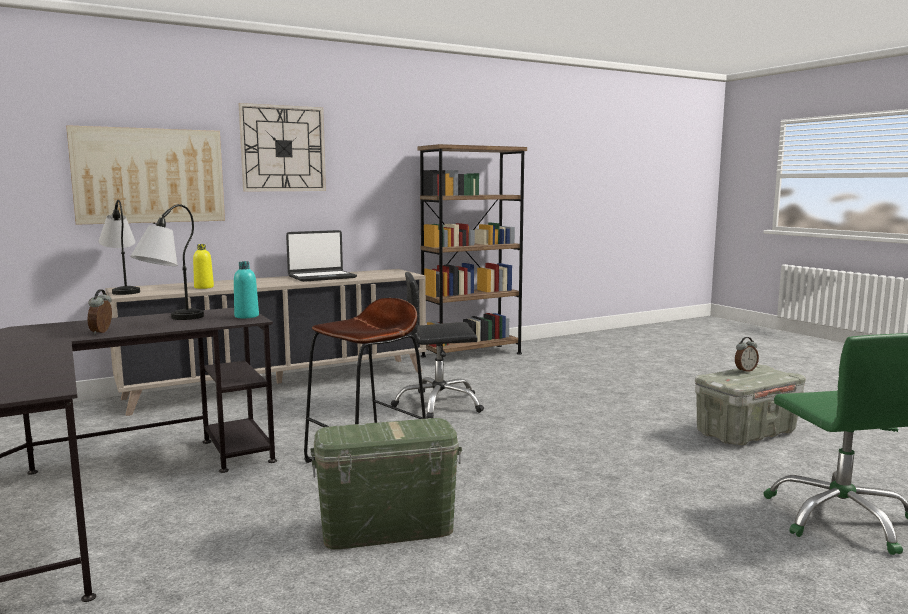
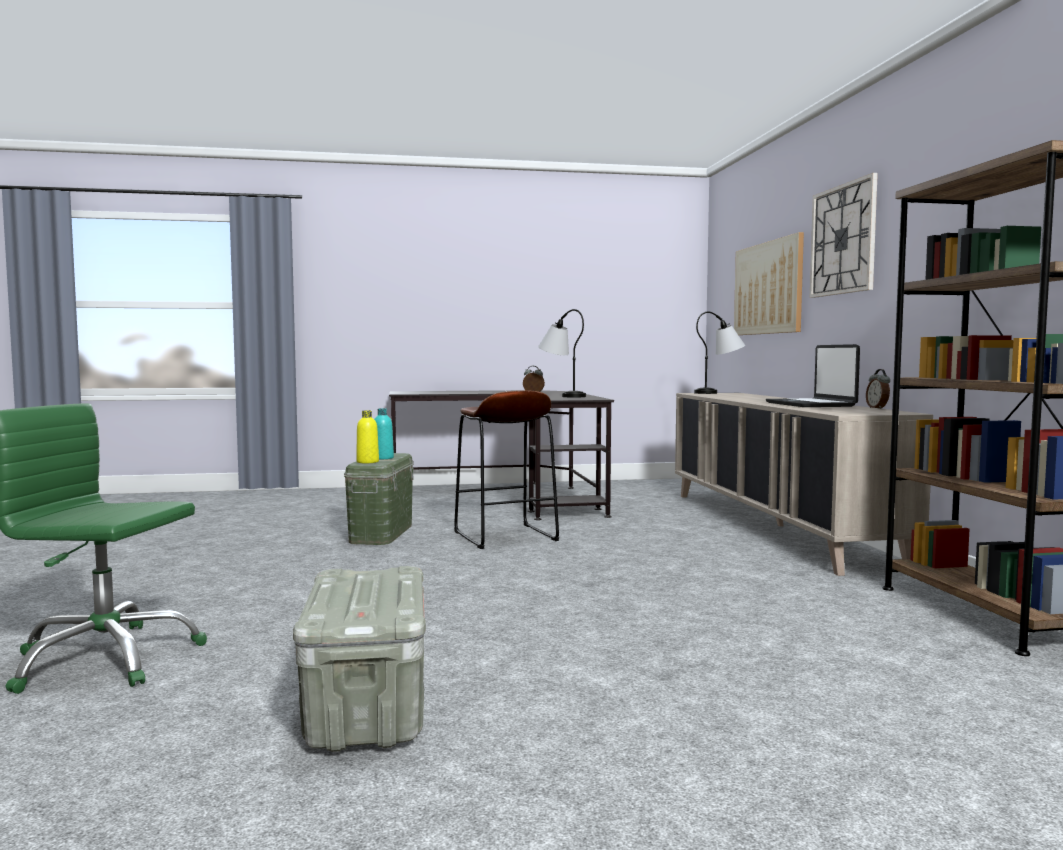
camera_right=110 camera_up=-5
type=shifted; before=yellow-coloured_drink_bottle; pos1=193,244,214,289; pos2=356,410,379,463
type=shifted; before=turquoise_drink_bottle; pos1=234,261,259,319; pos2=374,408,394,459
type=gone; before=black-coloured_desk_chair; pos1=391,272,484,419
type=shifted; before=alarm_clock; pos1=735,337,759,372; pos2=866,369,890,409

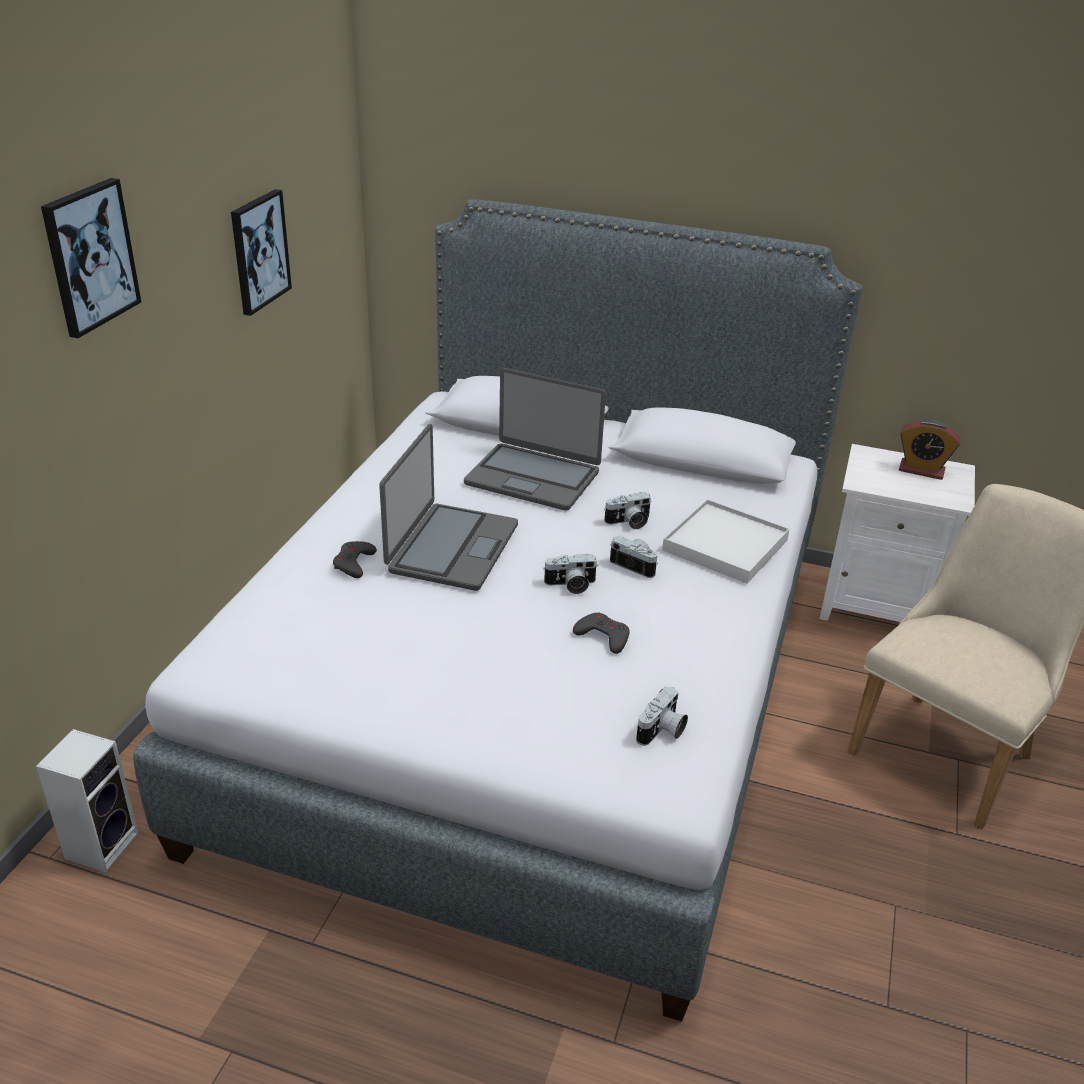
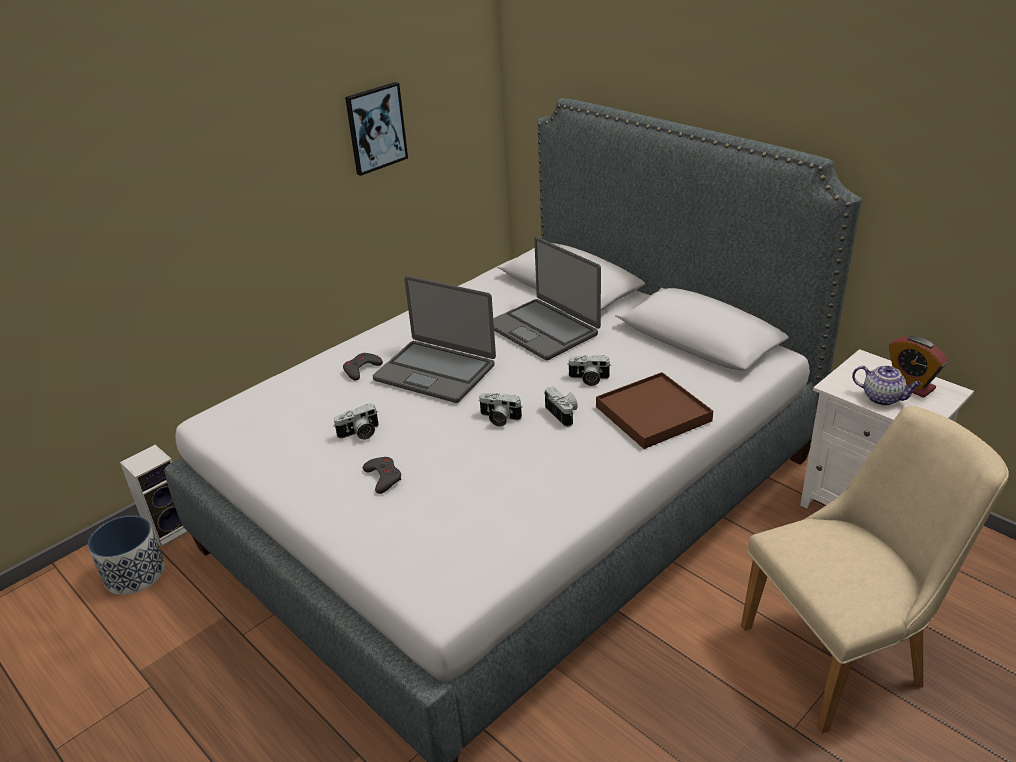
camera_right=30 camera_up=0
type=gone; before=picture; pos1=41,178,141,338
type=rotated; before=notebook_computer; pos1=379,424,518,591; pos2=373,276,496,403; turn=75
type=shifted; before=greyish_game_controller; pos1=573,612,630,654; pos2=363,457,401,494
type=shifted; before=still_camera; pos1=636,687,688,746; pos2=333,403,379,440
type=repainted; before=white_serving_tray; after=brownish_serving_tray; pos1=662,499,789,584; pos2=596,372,713,449
type=new; after=planter; pos2=88,515,165,595
type=new; after=teapot; pos2=852,366,922,406

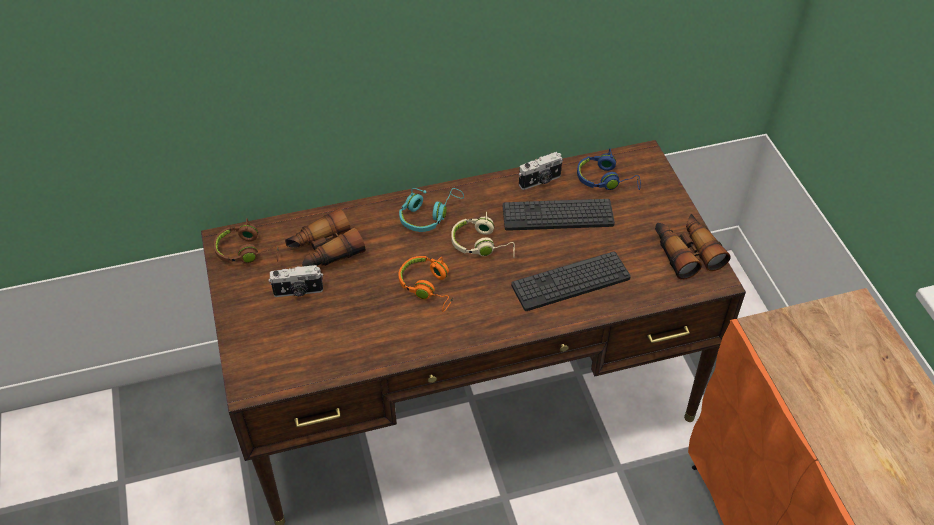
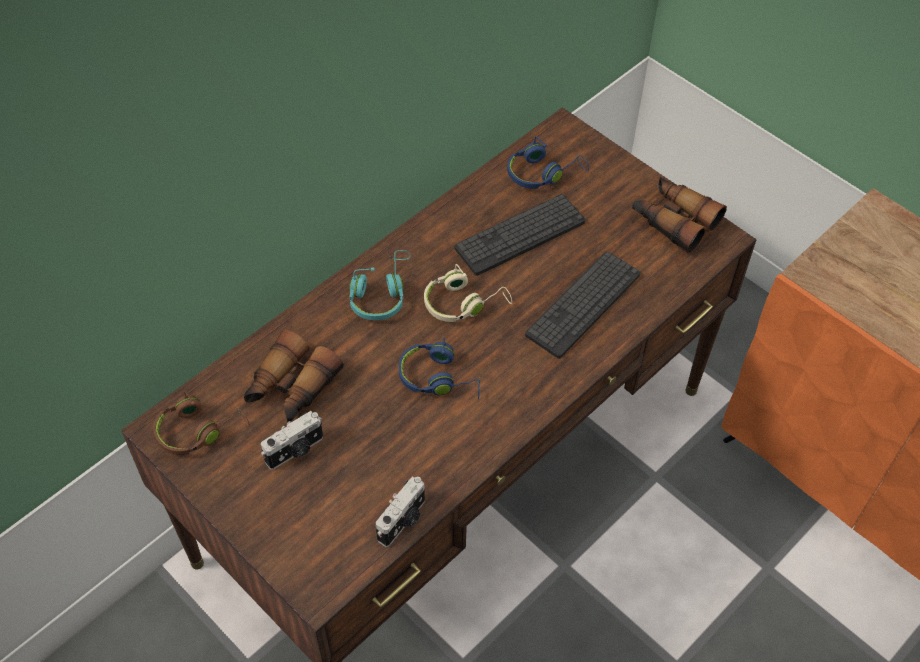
camera_right=-30 camera_up=5
type=repainted; before=orangey_pair_of_headphones; after=bluish_pair_of_headphones; pos1=399,256,453,312; pos2=399,338,480,400
type=shifted; before=still_camera; pos1=519,152,563,190; pos2=376,477,425,547

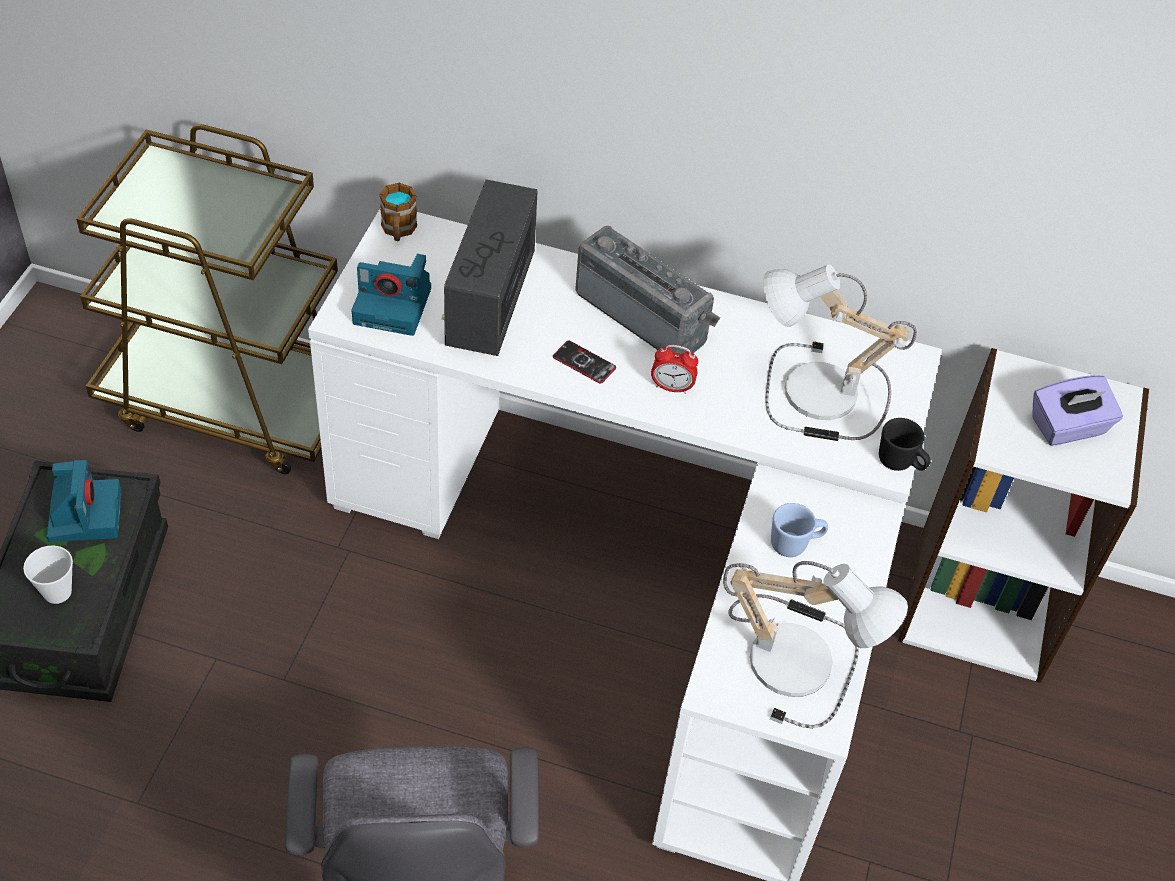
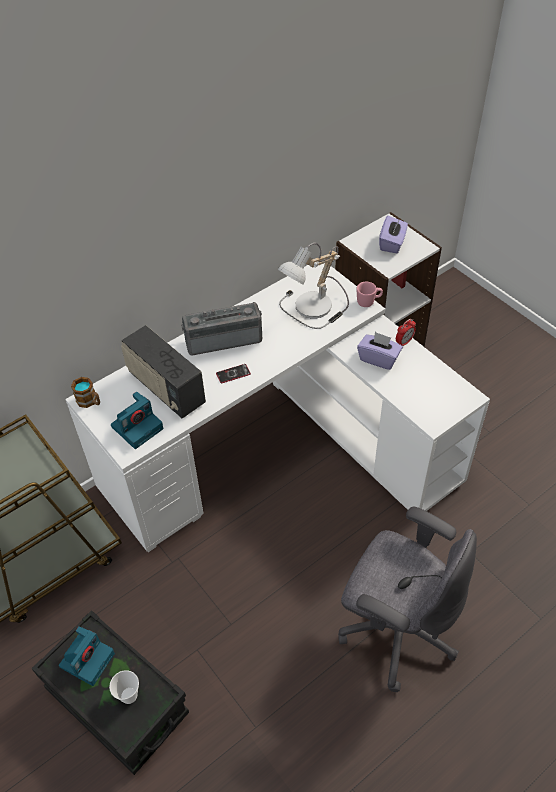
camera_right=-50 camera_up=0
type=rotated; before=still_camera; pos1=47,460,122,542; pos2=59,626,115,686; turn=90
type=shifted; before=alarm_clock; pos1=651,345,698,394; pos2=396,319,416,346
type=gone; before=table_lamp; pos1=723,561,908,729
type=swapped; before=bluish_coffee_mug; after=purplish_tissue_box; pos1=771,503,828,557; pos2=357,332,403,370
type=repainted; before=black-coloured_coffee_mug; after=pinkish_coffee_mug; pos1=879,418,931,471; pos2=356,282,383,307

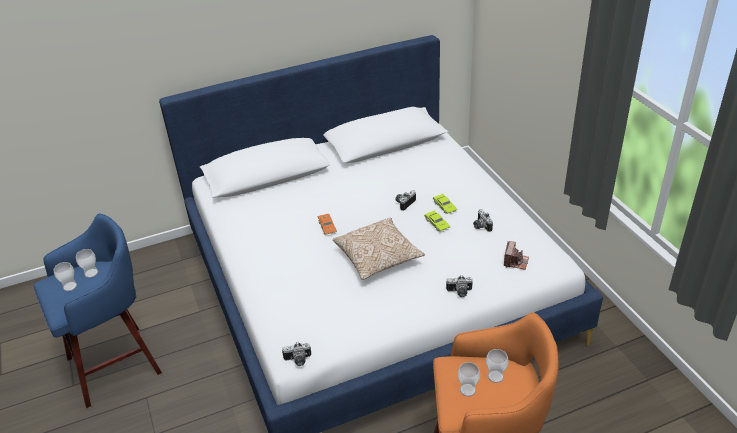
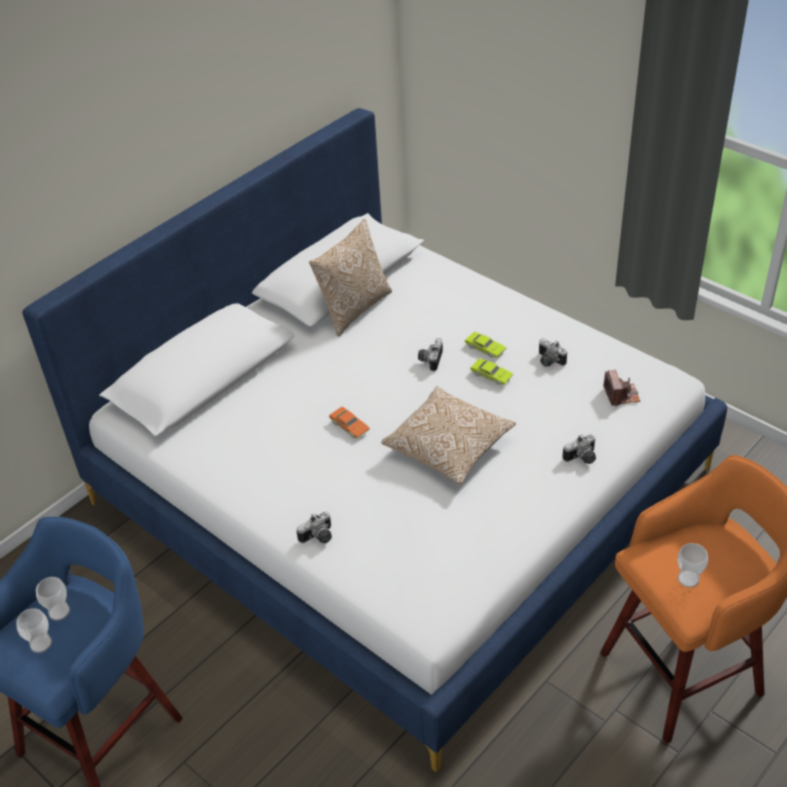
camera_right=-25 camera_up=5
type=shifted; before=still_camera; pos1=282,341,311,366; pos2=297,511,332,543
type=gone; before=cup; pos1=486,349,508,383
type=new; after=throw_pillow; pos2=309,219,392,337

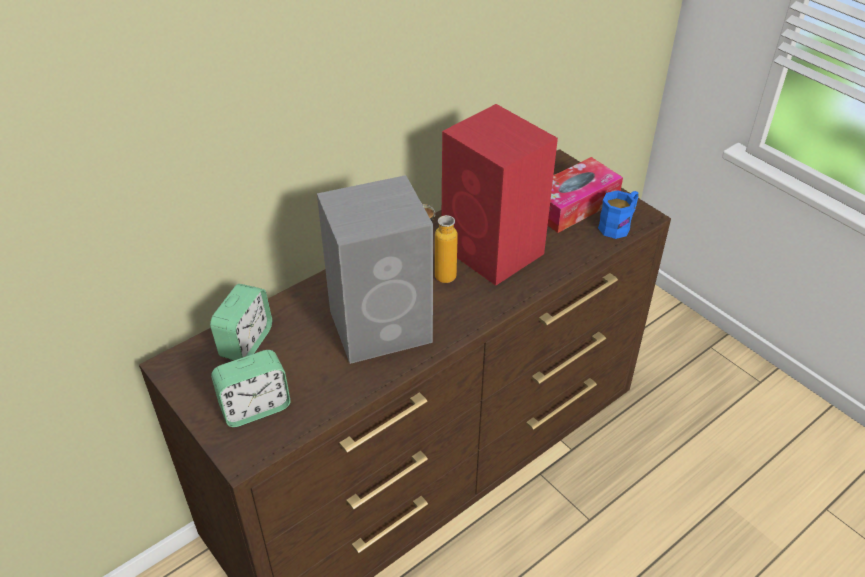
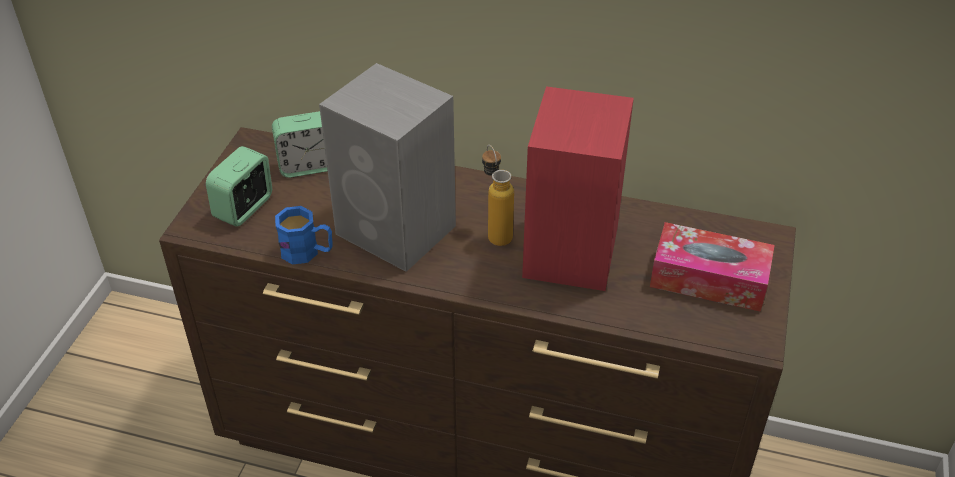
camera_right=55 camera_up=0
type=rotated; before=alarm_clock; pos1=211,350,291,427; pos2=206,146,272,227; turn=90
type=shifted; before=bluish_coffee_mug; pos1=598,190,639,239; pos2=275,206,333,265

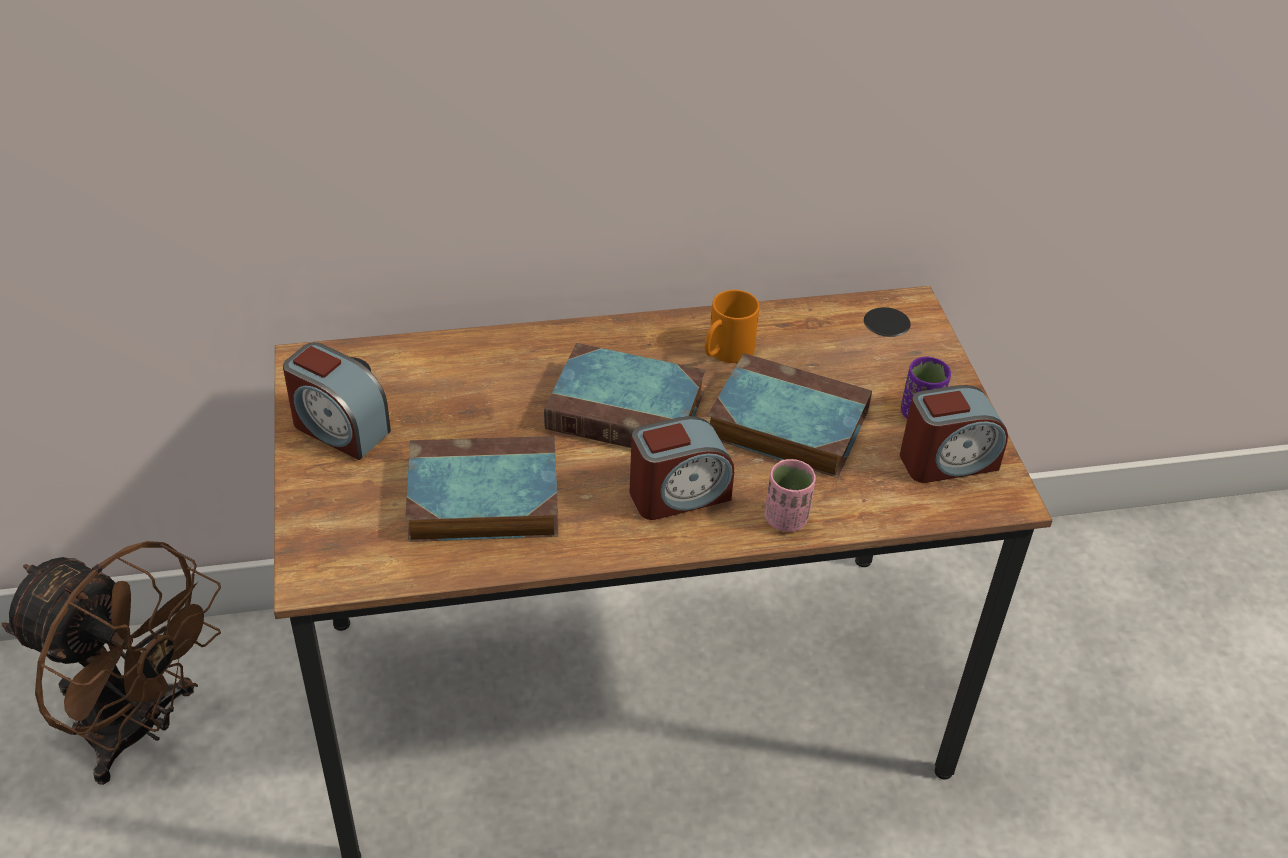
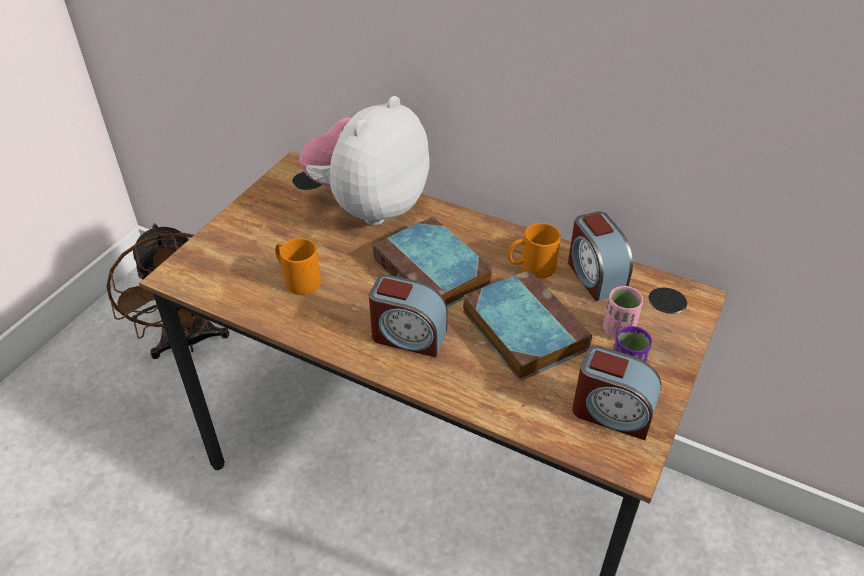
camera_right=40 camera_up=0
type=shifted; before=alarm_clock; pos1=283,342,391,460; pos2=568,211,633,301
type=swapped; before=book; after=orangey_coffee_mug; pos1=405,436,558,542; pos2=275,238,321,295
type=shifted; before=pinkish_cup; pos1=765,459,816,532; pos2=603,286,643,338
type=new; after=plush_toy; pos2=299,96,430,225

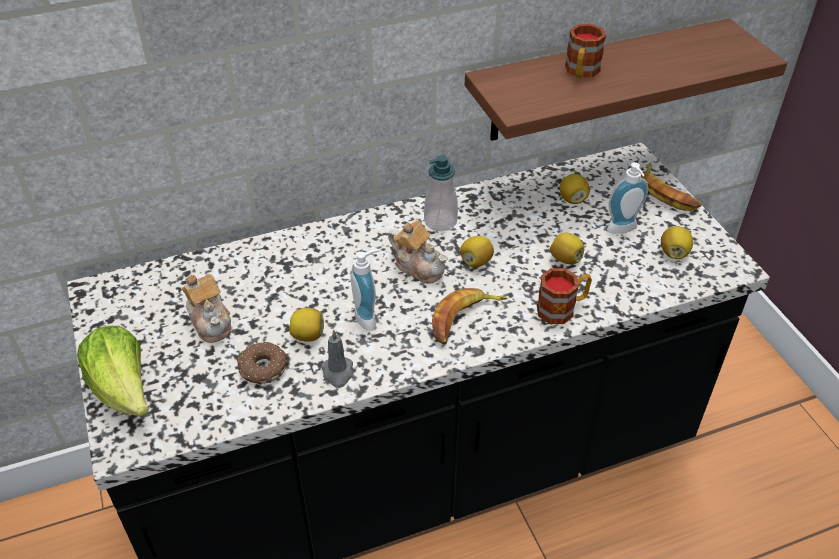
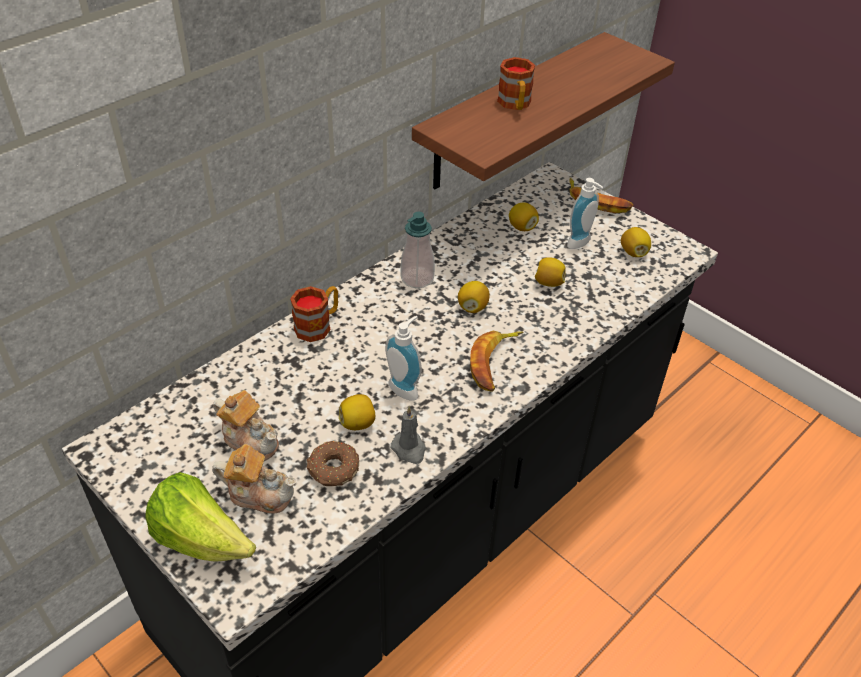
camera_right=-25 camera_up=0
type=shifted; before=teapot; pos1=388,220,448,283; pos2=212,444,296,514
type=shifted; before=coffee_mug; pos1=537,268,592,324; pos2=290,286,338,342

